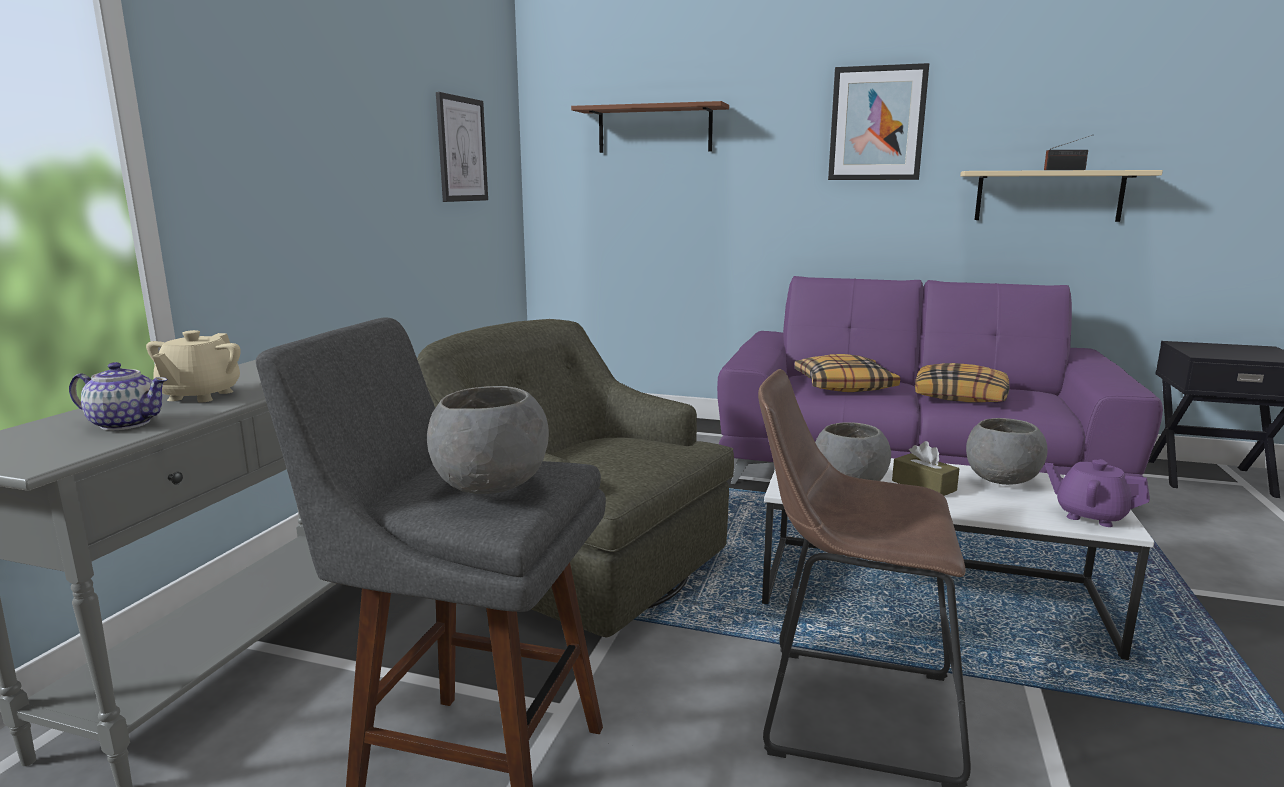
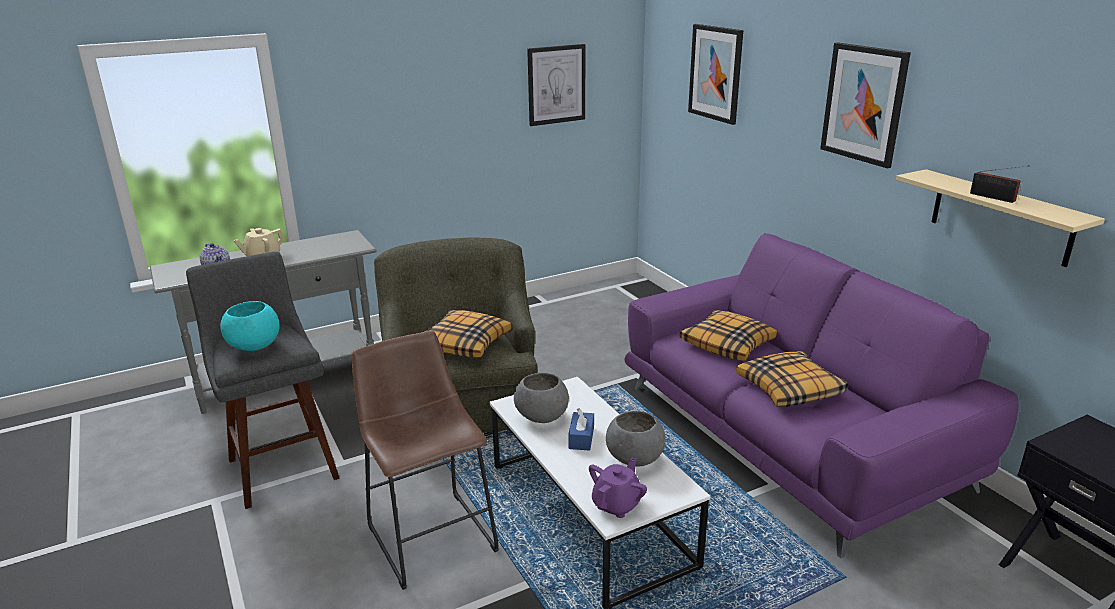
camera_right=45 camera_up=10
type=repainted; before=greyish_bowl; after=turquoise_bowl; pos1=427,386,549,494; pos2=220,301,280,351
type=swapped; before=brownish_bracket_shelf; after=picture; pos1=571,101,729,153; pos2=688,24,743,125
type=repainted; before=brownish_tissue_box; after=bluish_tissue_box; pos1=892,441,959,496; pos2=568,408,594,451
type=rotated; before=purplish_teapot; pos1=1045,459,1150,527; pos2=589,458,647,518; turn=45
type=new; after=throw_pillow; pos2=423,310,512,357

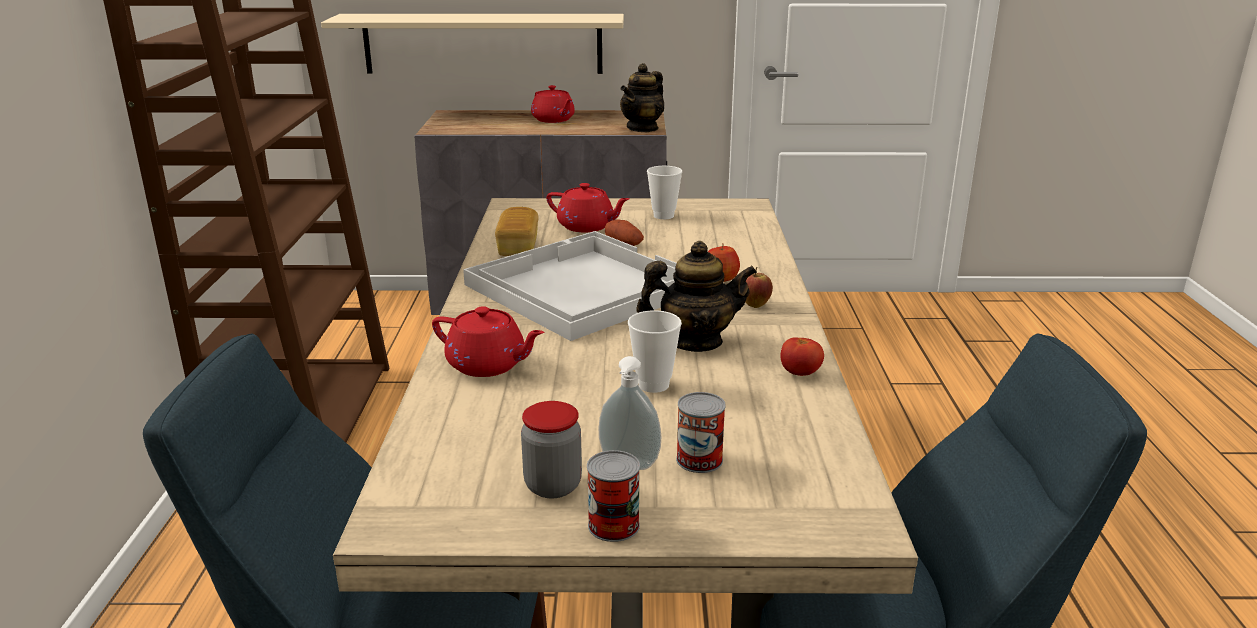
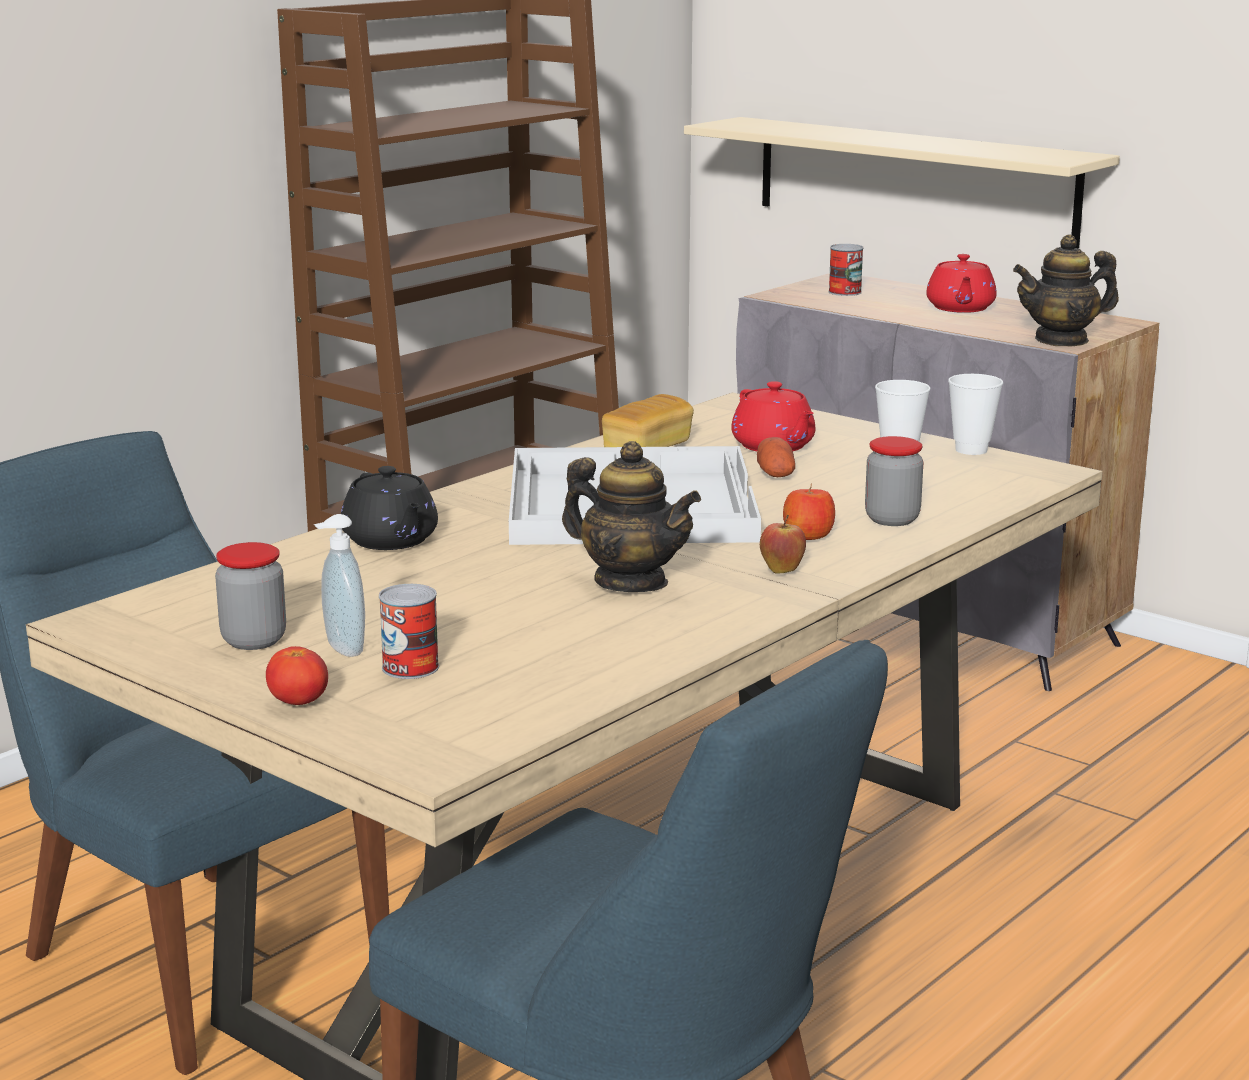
camera_right=40 camera_up=-5
type=repainted; before=red-coloured_teapot; after=black-coloured_teapot; pos1=432,306,544,377; pos2=341,466,438,550
type=shifted; before=metal_can; pos1=587,450,640,542; pos2=828,244,864,296
type=shifted; before=cup; pos1=628,310,682,393; pos2=948,374,1003,455
type=shifted; before=fresh_tomato; pos1=780,337,824,376; pos2=266,646,328,705
type=new; after=storage_jar; pos2=865,436,924,526

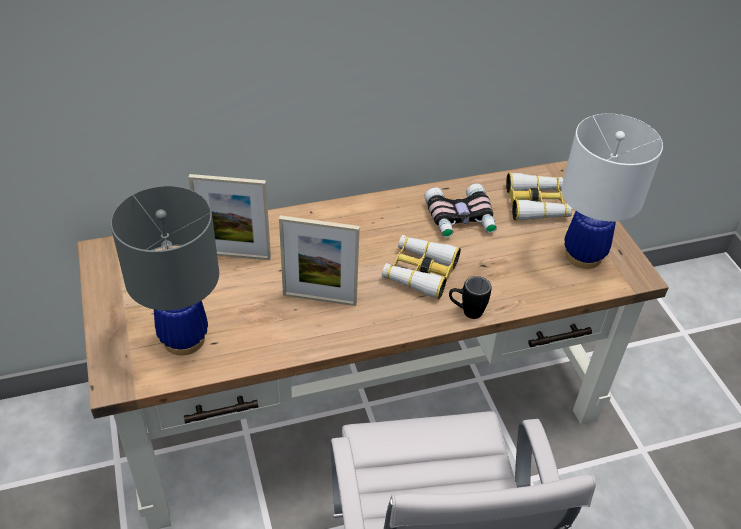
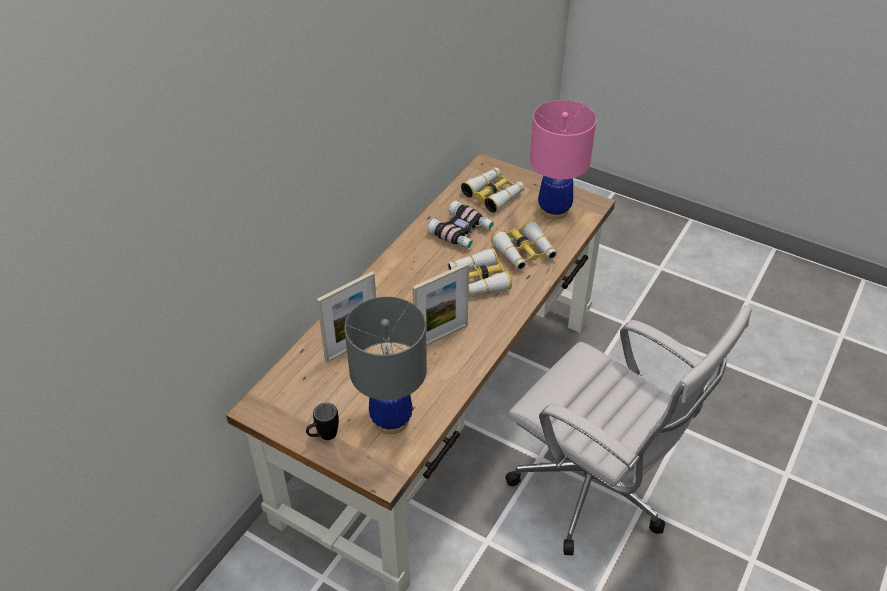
camera_right=-40 camera_up=0
type=shifted; before=black-coloured_coffee_mug; pos1=449,276,492,319; pos2=306,403,339,440
type=repainted; before=white_table_lamp; after=pinkish_table_lamp; pos1=561,113,663,269; pos2=530,100,596,219
type=new; after=field_glasses; pos2=491,220,557,270

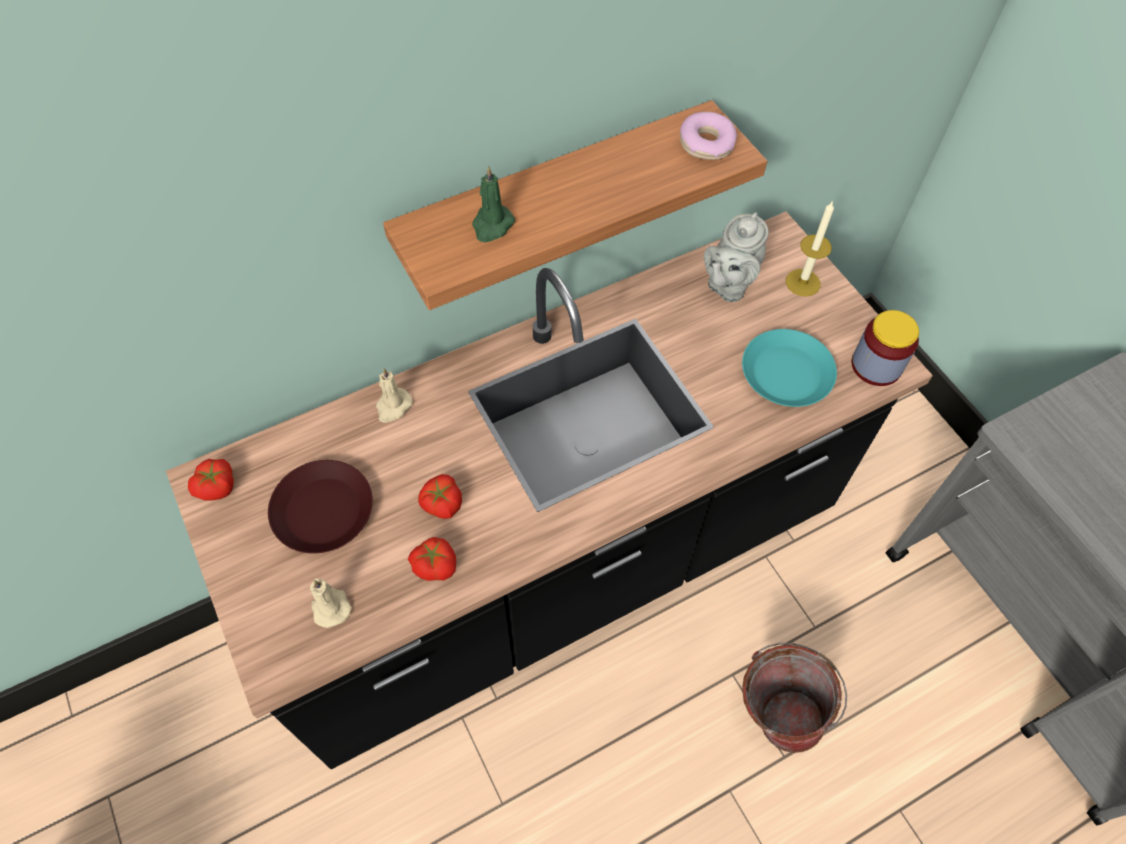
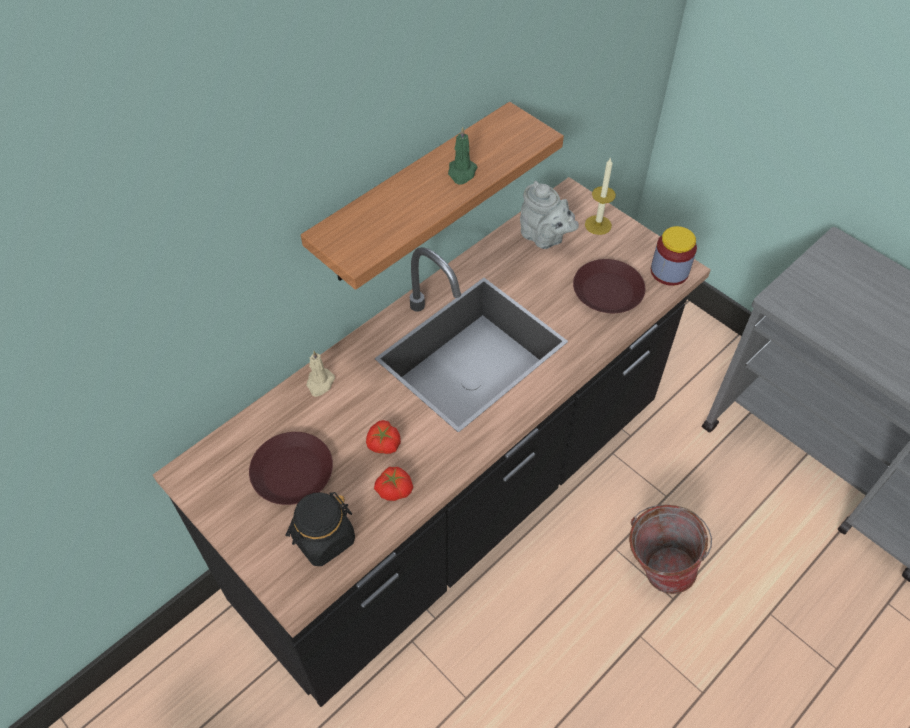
camera_right=-15 camera_up=-5
type=gone; before=fresh_tomato; pos1=188,459,234,500
type=swapped; before=beige_wax_light; after=black-coloured_storage_jar; pos1=310,578,352,628; pos2=286,492,355,566
type=shifted; before=green_wax_light; pos1=472,166,515,242; pos2=448,126,477,185
type=gone; before=doughnut; pos1=680,112,737,160
type=rotated; before=greyish_teapot; pos1=704,212,769,302; pos2=520,181,579,249; turn=-60
type=repainted; before=turquoise_dinner_plate; after=brownish_dinner_plate; pos1=742,329,837,407; pos2=573,259,645,313

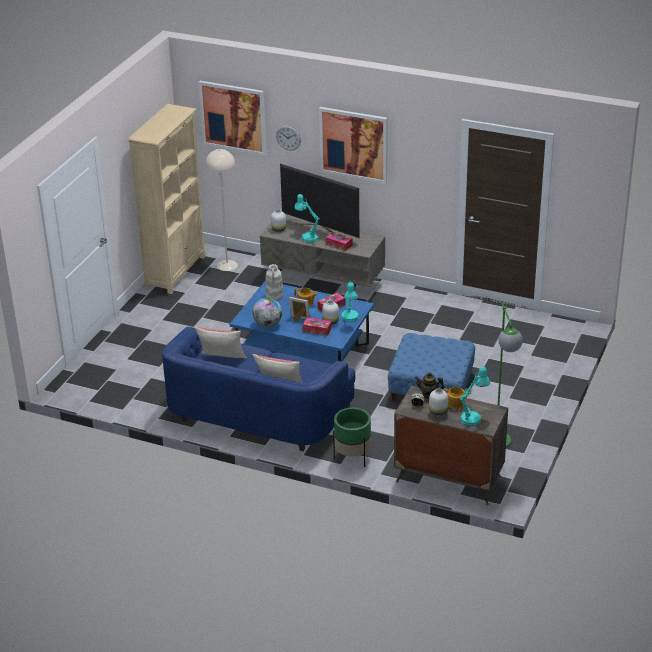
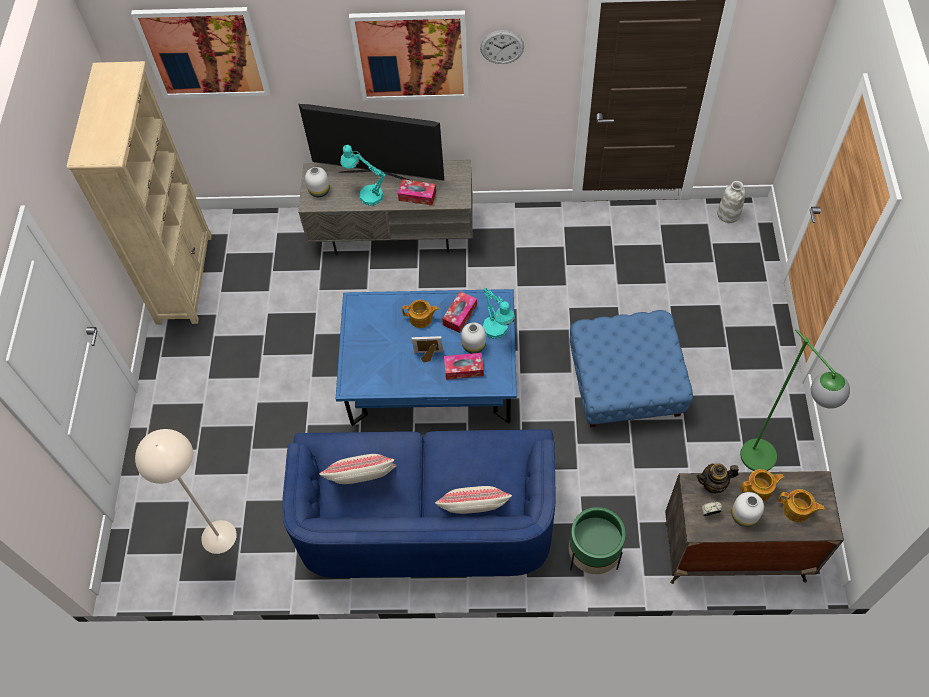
camera_right=-20 camera_up=25
type=shifted; before=beige_floor_lamp; pos1=205,149,238,271; pos2=135,429,237,554
type=gone; before=globe; pos1=252,298,282,327
type=shifted; before=white_flower_vase; pos1=265,264,284,301; pos2=717,181,746,223
type=shifted; before=hanging_clock; pos1=276,125,301,150; pos2=480,30,524,64
type=swapped; before=turquoise_table_lamp; after=teapot; pos1=461,367,490,426; pos2=778,489,825,522

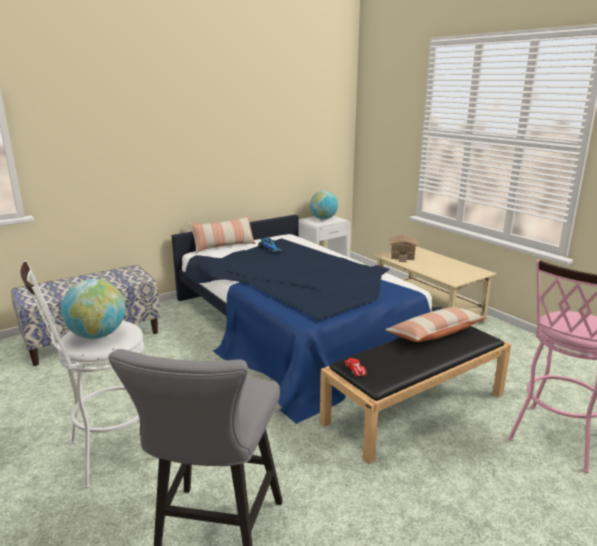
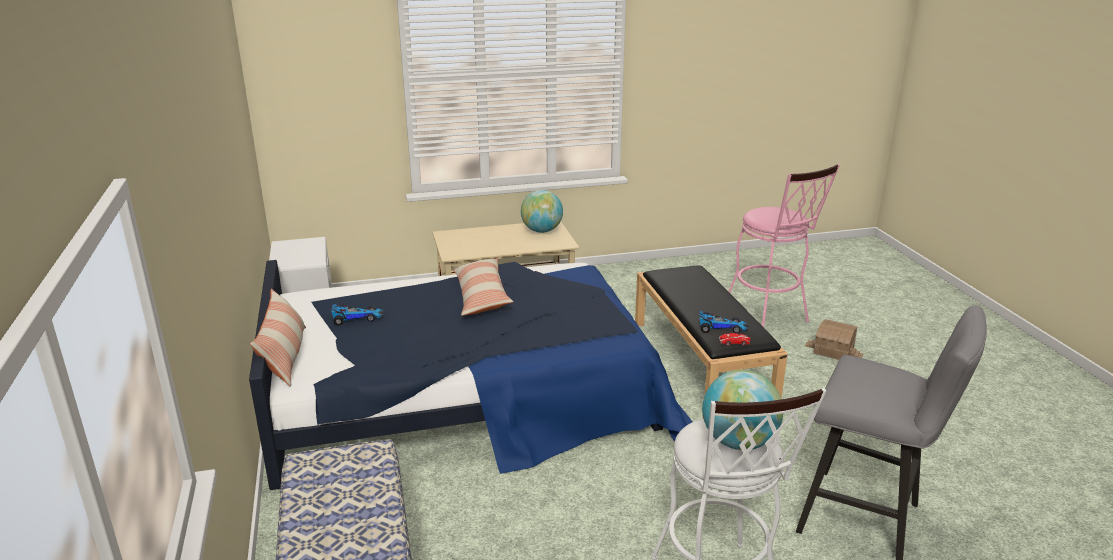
camera_right=-70 camera_up=5
type=shifted; before=globe; pos1=310,191,338,219; pos2=521,190,563,233
type=shifted; before=throw_pillow; pos1=385,307,486,342; pos2=453,258,513,316
type=shifted; before=model_house; pos1=389,235,419,262; pos2=805,319,863,360
type=new; after=toy_car; pos2=699,311,749,333

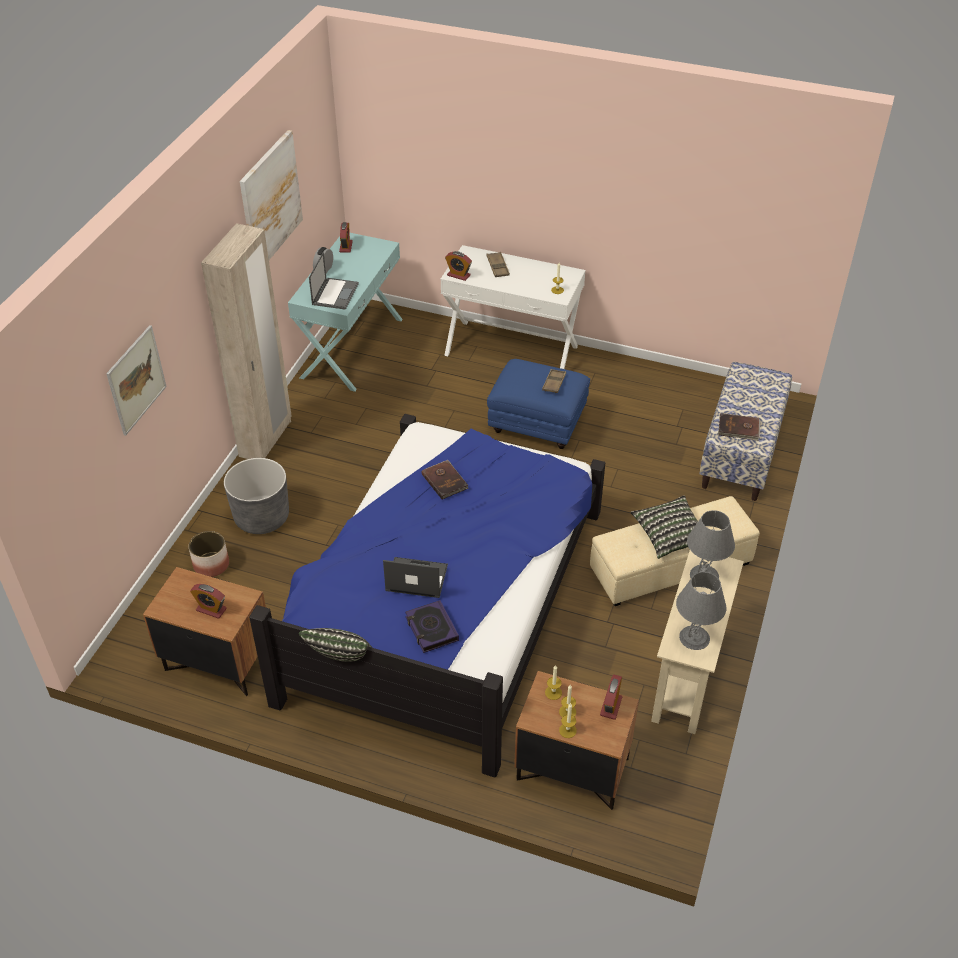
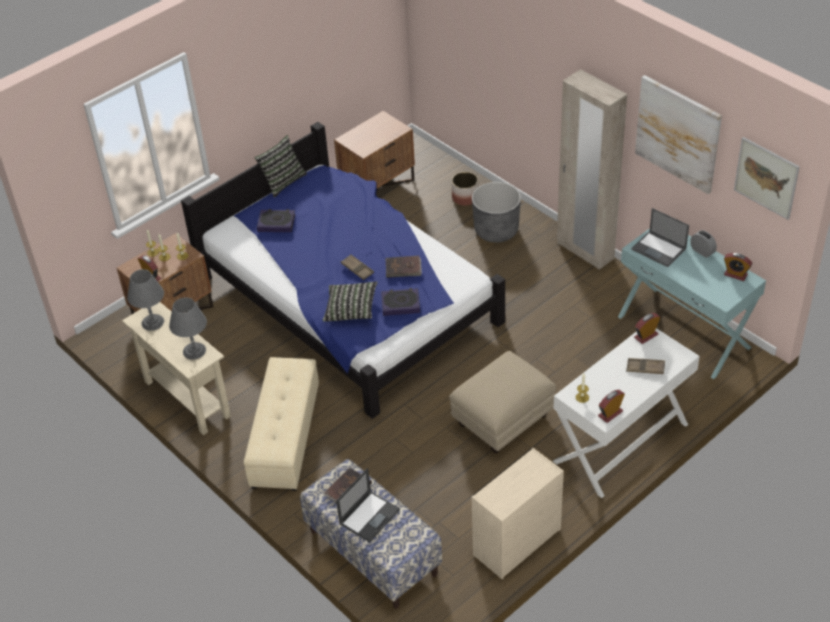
camera_right=120 camera_up=0
type=shifted; before=picture; pos1=106,325,167,436; pos2=734,137,800,220
type=shifted; before=alarm_clock; pos1=190,584,227,619; pos2=598,390,625,423
type=shifted; before=notebook_computer; pos1=383,557,448,598; pos2=336,468,400,543
type=repainted; before=bluish_ottoman; after=beige_ottoman; pos1=487,359,590,449; pos2=449,351,556,453
type=shifted; before=brownish_serving_tray; pos1=542,369,566,393; pos2=341,255,374,280
type=shifted; before=throw_pillow; pos1=630,496,698,559; pos2=323,281,378,322
type=new; after=book; pos2=381,288,420,316
type=new; after=beige_drawer_chest; pos2=472,448,564,579

